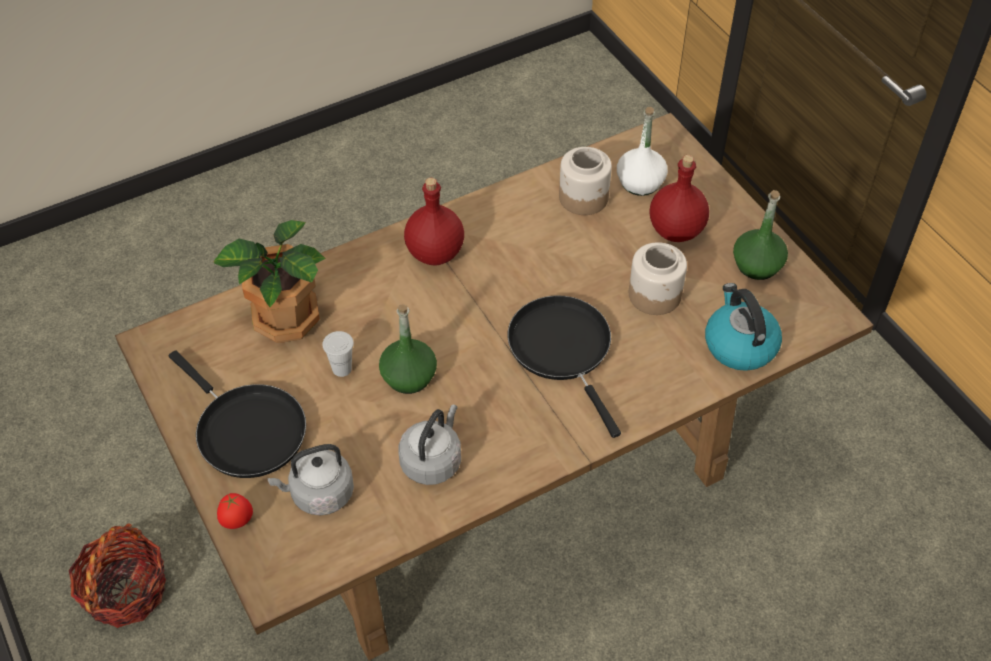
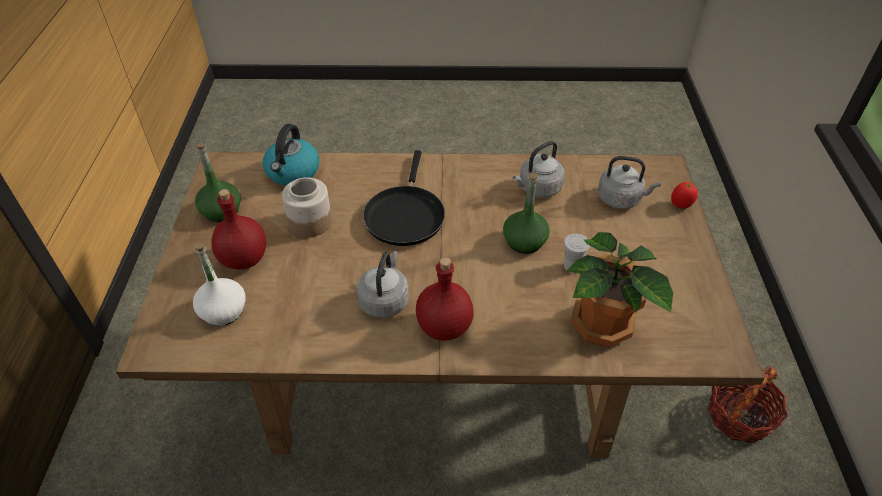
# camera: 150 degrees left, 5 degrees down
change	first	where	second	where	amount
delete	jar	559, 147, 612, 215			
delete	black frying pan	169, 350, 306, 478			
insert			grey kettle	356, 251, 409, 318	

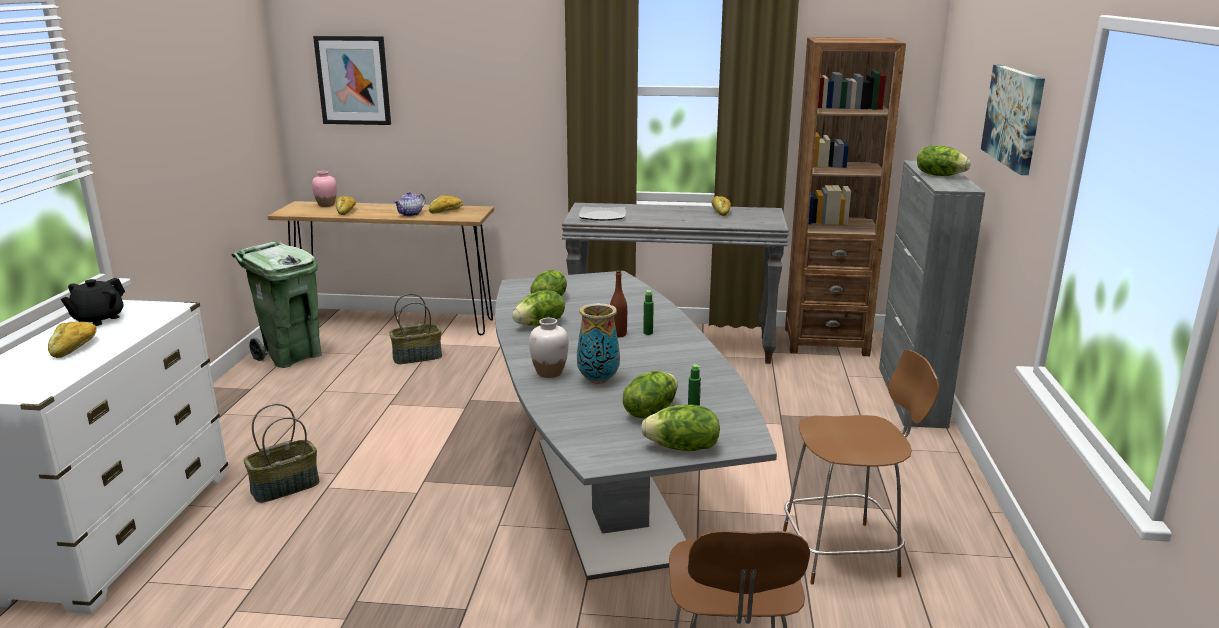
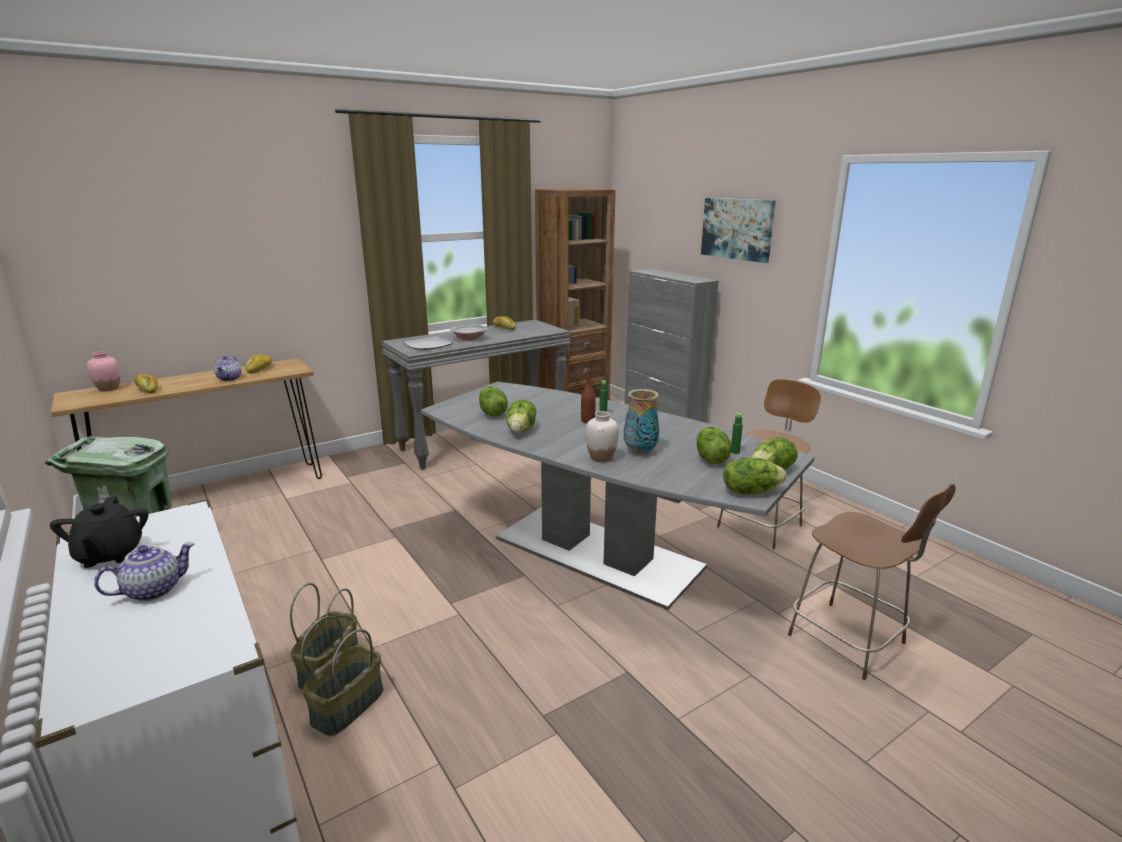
# camera: 40 degrees left, 0 degrees up
change	first	where	second	where	amount
delete	picture	313, 36, 391, 125			
move	lettuce	917, 145, 971, 176		723, 457, 786, 495	
move	basket	389, 293, 442, 364		301, 616, 383, 736	
replace	bread	48, 322, 97, 358	teapot	94, 542, 194, 601	
insert			bowl	451, 325, 487, 341	

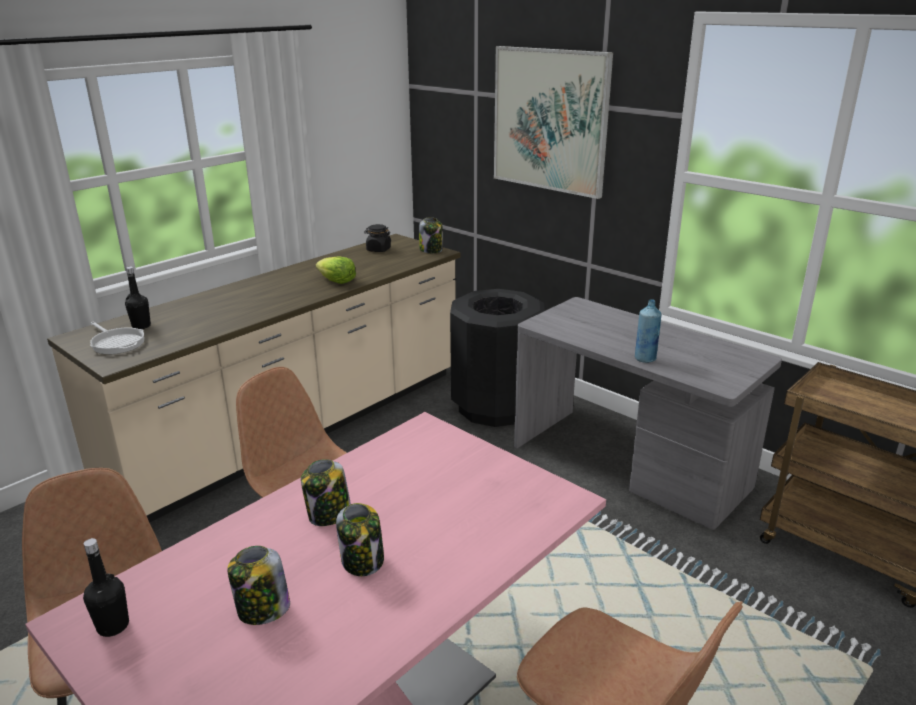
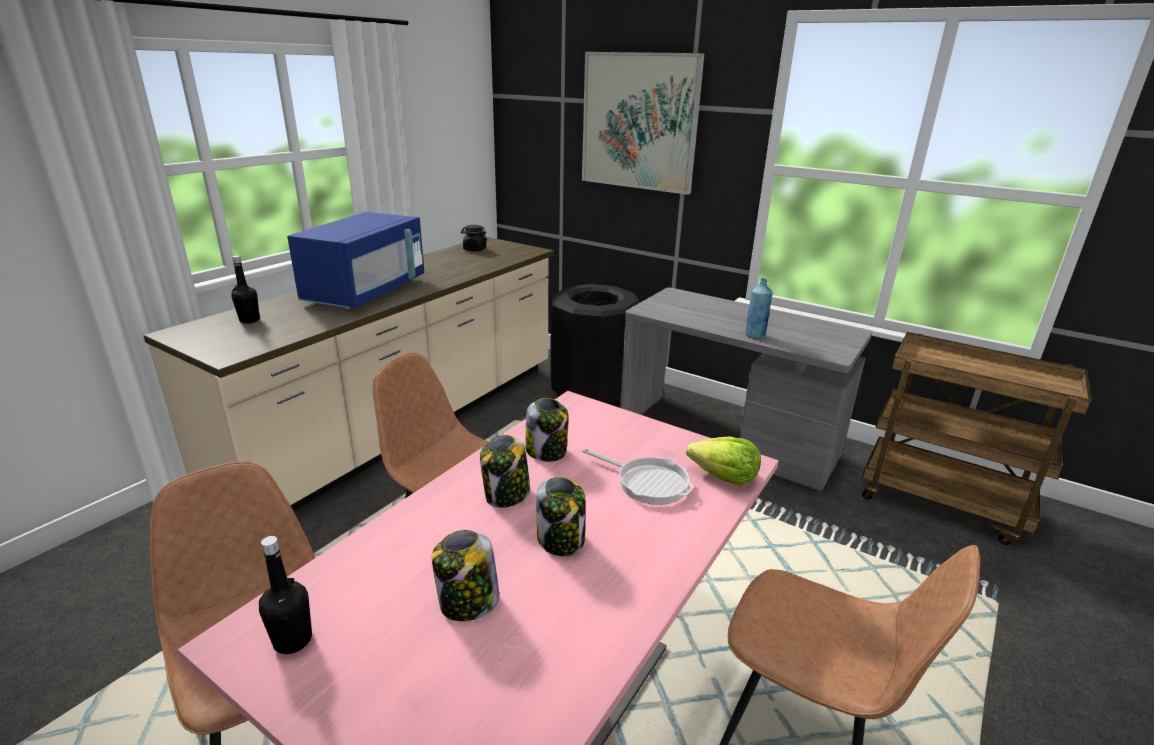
# camera: 10 degrees left, 0 degrees up
change	first	where	second	where	amount
move	jar	419, 218, 443, 253		526, 398, 569, 462	
move	lettuce	316, 256, 356, 284		686, 437, 761, 485	
move	frying pan	90, 322, 144, 354		582, 449, 694, 505	
insert			blue microwave	287, 212, 424, 309	

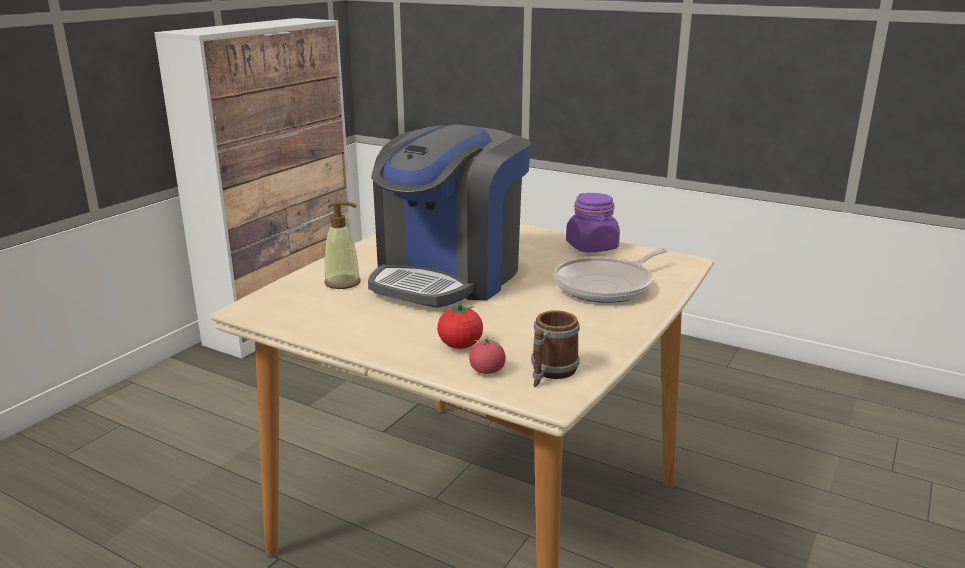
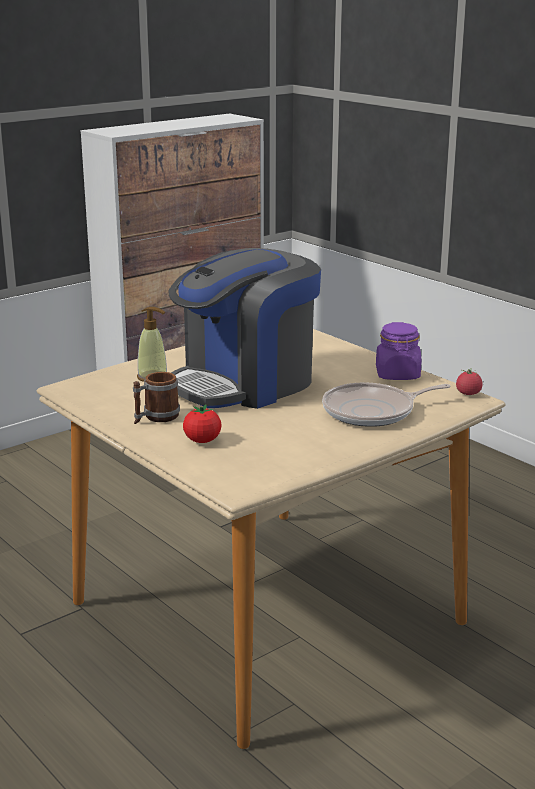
# camera: 20 degrees right, 0 degrees up
change	first	where	second	where	amount
move	mug	531, 311, 580, 387		133, 372, 180, 424	
move	tomato	469, 335, 506, 374		456, 368, 482, 395	

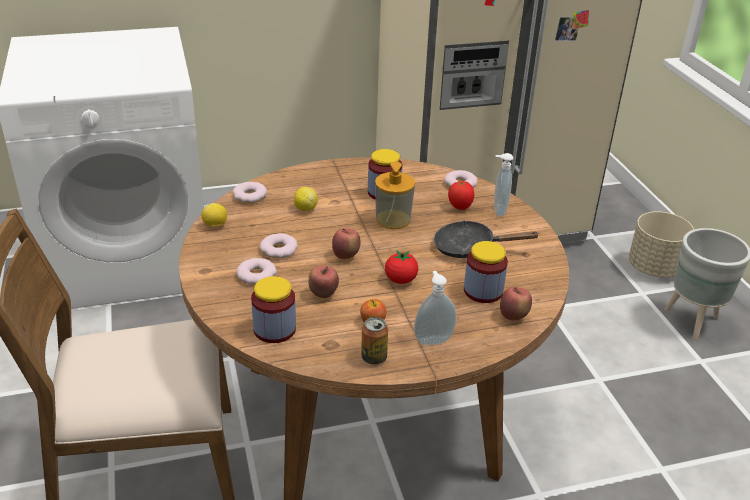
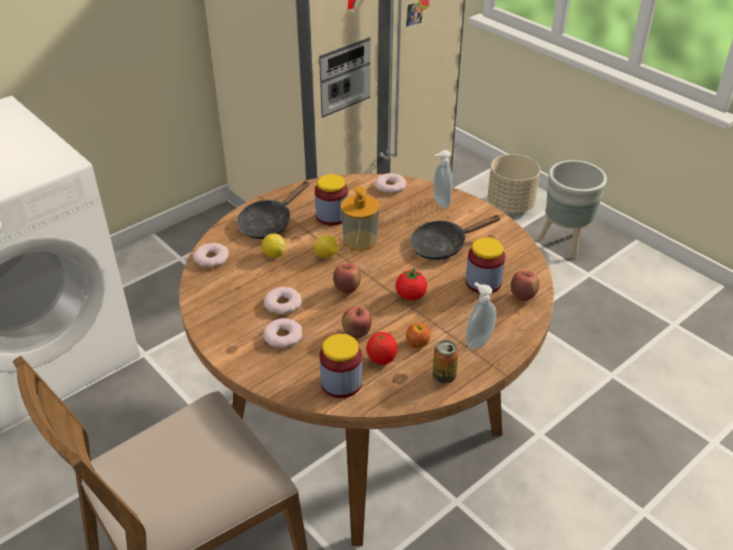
# camera: 25 degrees left, 5 degrees up
change	first	where	second	where	amount
move	tomato	448, 181, 474, 210		366, 332, 397, 365	
move	lemon	202, 203, 227, 227		314, 235, 338, 259	
insert			black frying pan	237, 181, 310, 239	

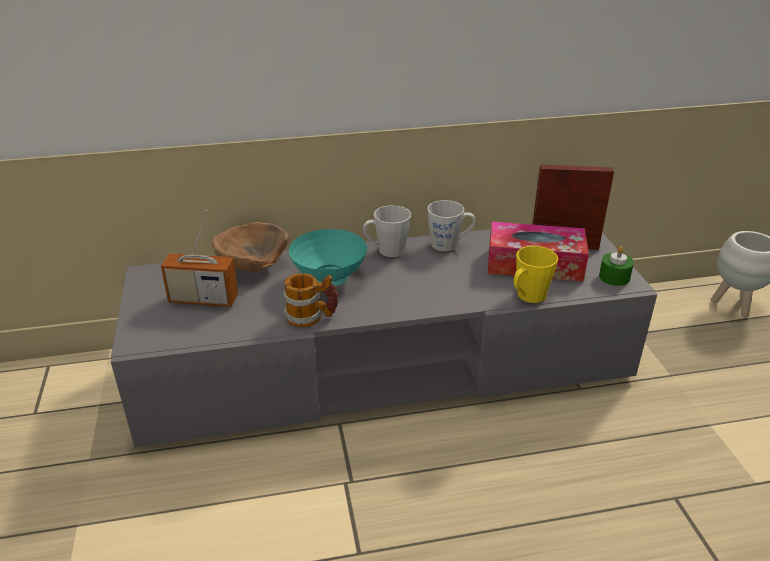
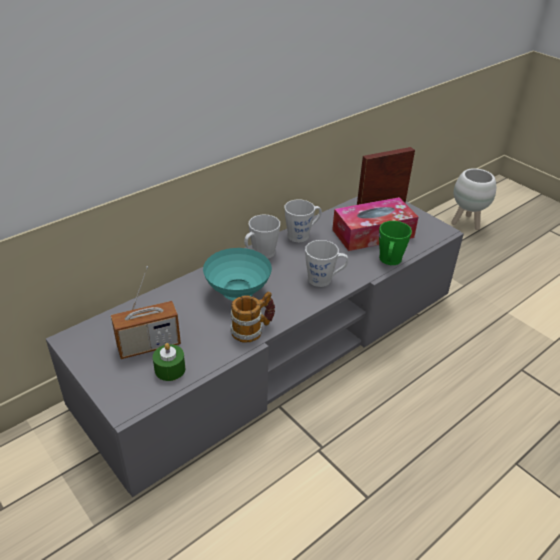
# camera: 30 degrees left, 5 degrees up
change	first	where	second	where	amount
delete	brown bowl	212, 222, 289, 272			
recolor	yellow mug	514, 246, 558, 303	green mug	379, 221, 412, 265	
move	green candle	599, 246, 634, 286		153, 343, 185, 381	
insert			grey mug	305, 240, 348, 287	

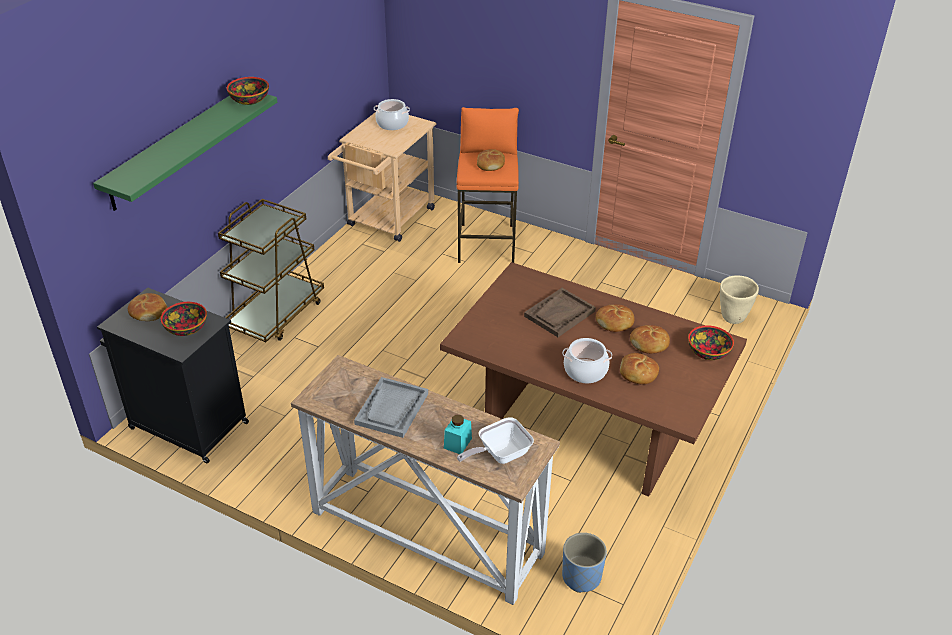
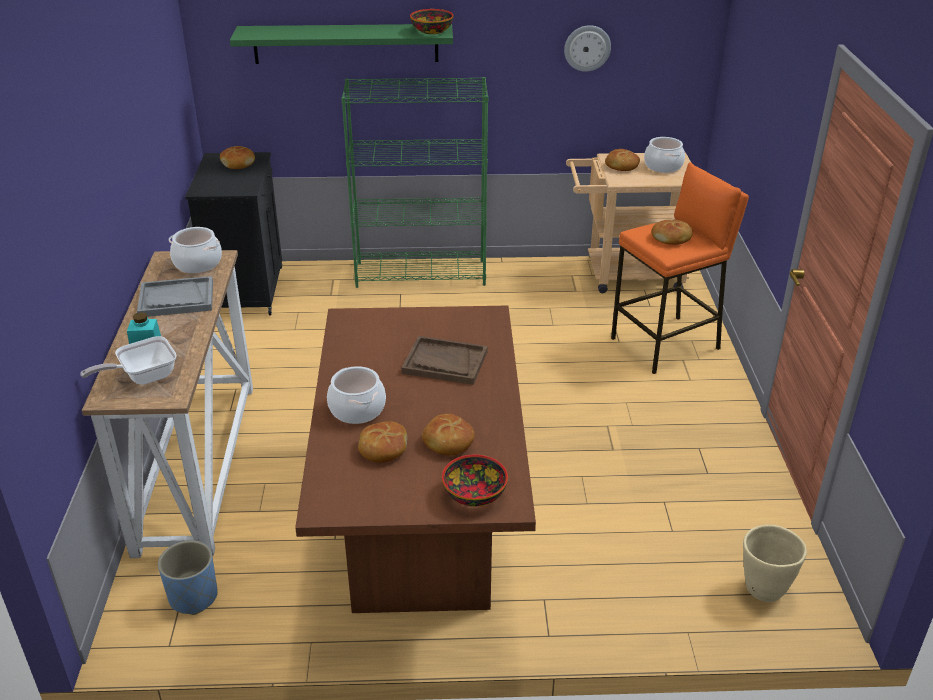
# camera: 60 degrees right, 5 degrees down
change	first	where	second	where	amount
replace	brown cart	218, 199, 324, 342	green bookcase	341, 77, 488, 288	
delete	bowl	161, 302, 207, 336			
move	bread	596, 304, 634, 332		605, 149, 640, 171	
rotate	frying pan	457, 417, 534, 464		80, 336, 177, 385	60 degrees counterclockwise
insert			wall clock	564, 25, 611, 72	
insert			cooking pot	169, 227, 222, 273	

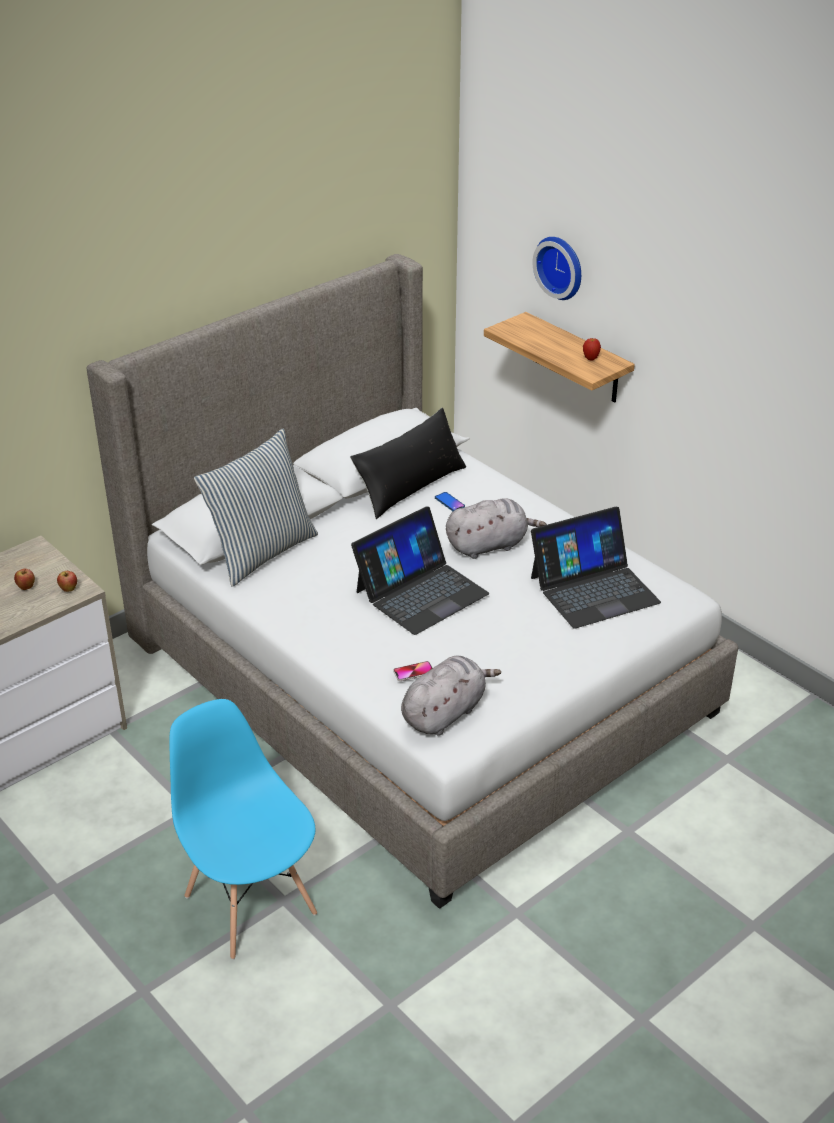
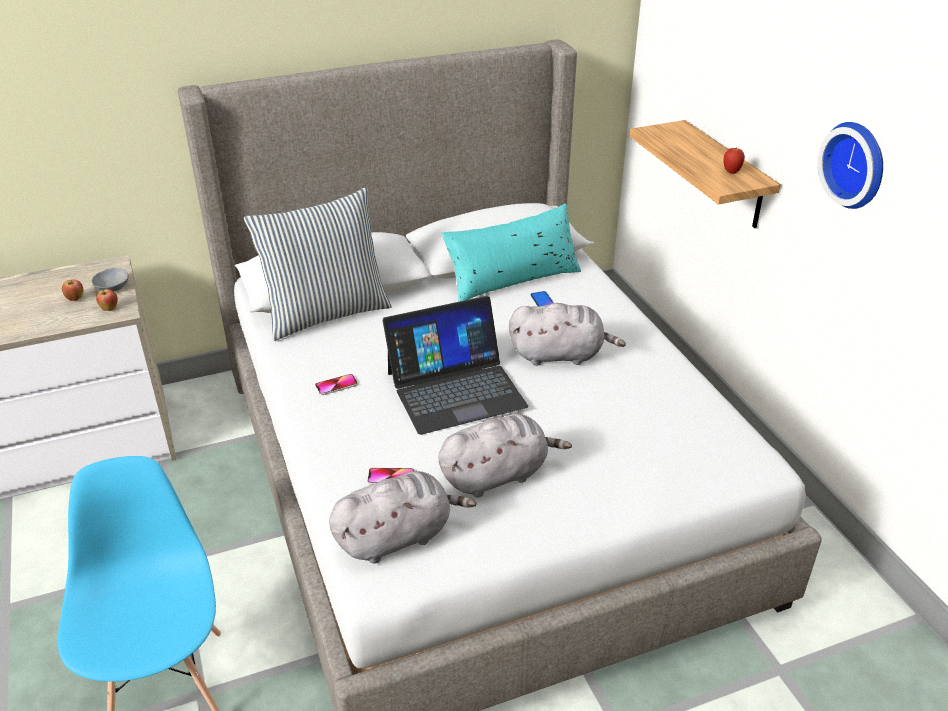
# camera: 20 degrees right, 0 degrees up
change	first	where	second	where	amount
move	wall clock	533, 237, 581, 300		818, 122, 883, 209	
recolor	black pillow	350, 408, 466, 519	turquoise pillow	442, 204, 581, 302	
delete	laptop	531, 507, 661, 629			
insert			grey bowl	92, 268, 128, 291	
insert			phone	315, 374, 358, 395	
insert			grey plush toy	438, 414, 572, 498	

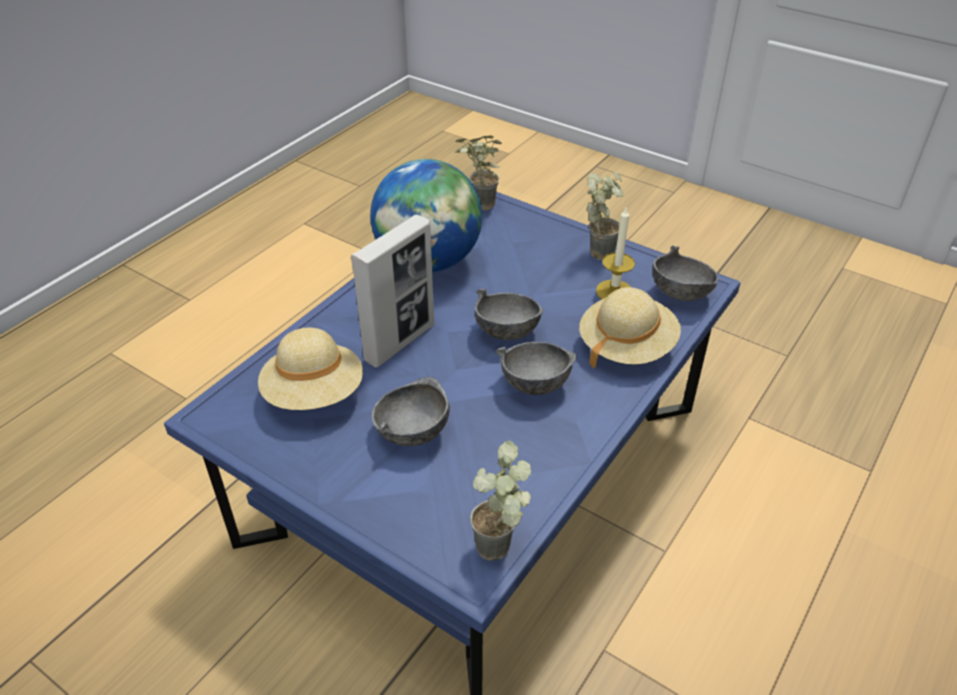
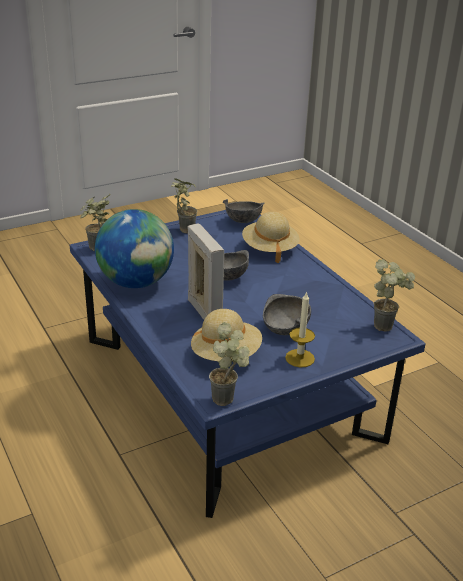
# camera: 65 degrees left, 10 degrees down
change	first	where	second	where	amount
move	candle	596, 206, 635, 299		285, 291, 315, 367	
delete	grey bowl	495, 342, 577, 395			
insert			potted plant	209, 322, 250, 406	

